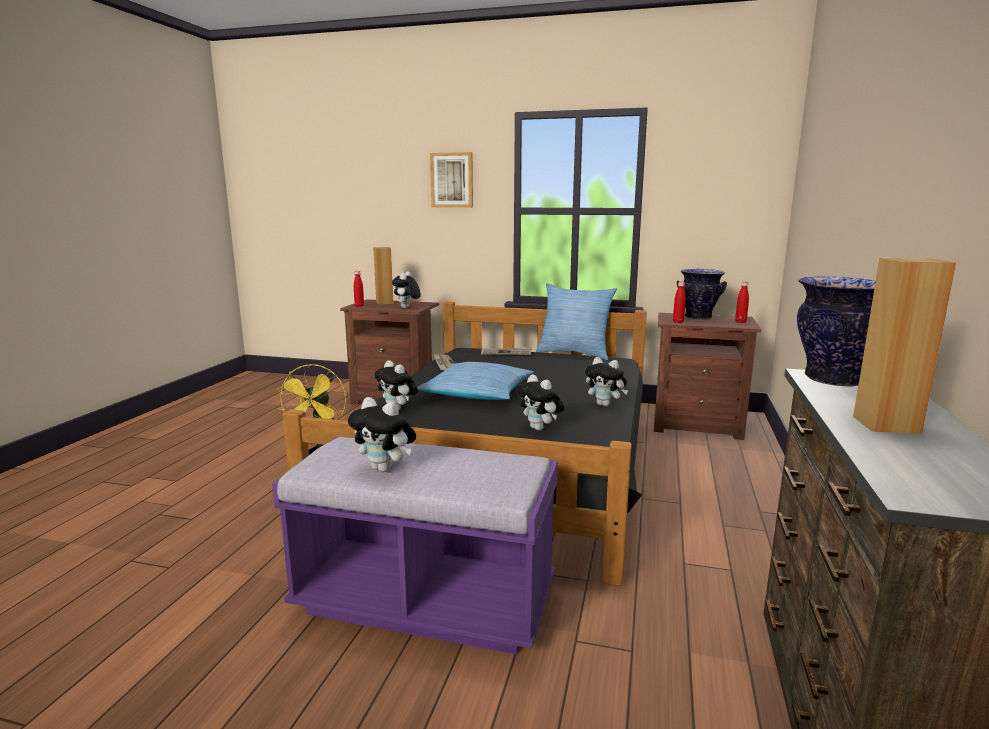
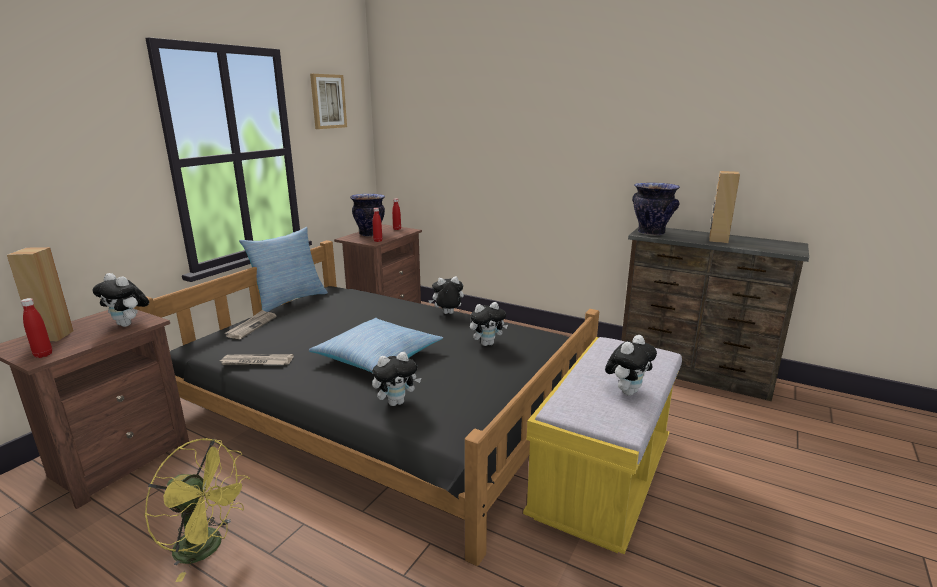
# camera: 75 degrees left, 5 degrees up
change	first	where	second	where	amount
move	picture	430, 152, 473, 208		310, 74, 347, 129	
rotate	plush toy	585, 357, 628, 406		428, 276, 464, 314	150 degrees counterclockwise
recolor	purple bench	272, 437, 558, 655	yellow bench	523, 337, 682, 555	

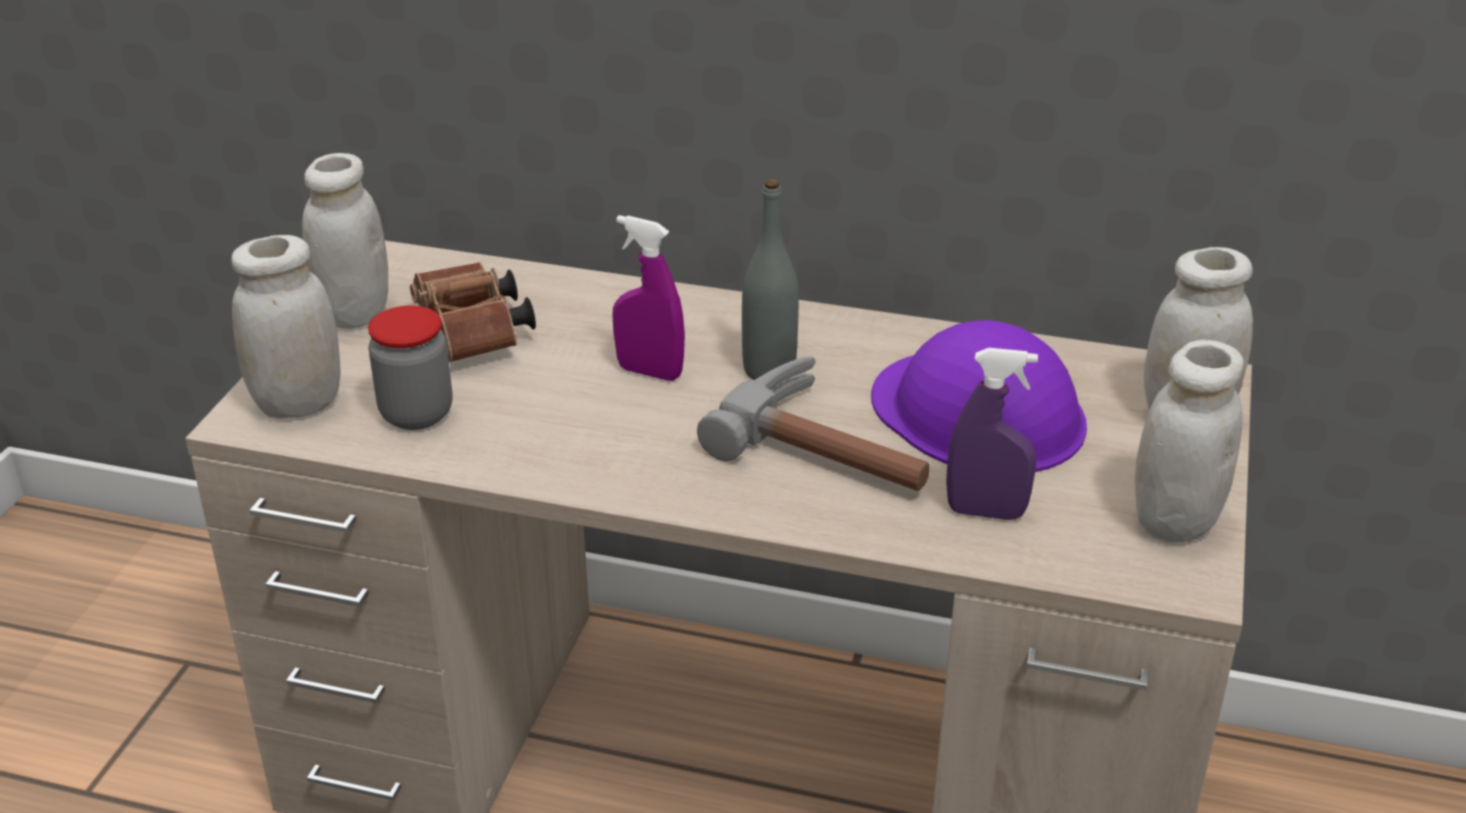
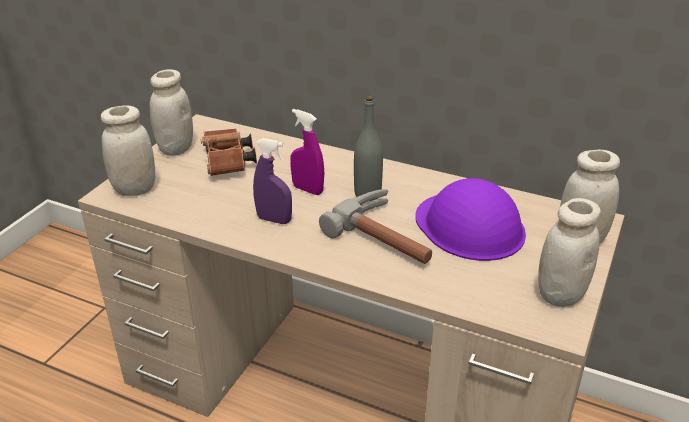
# camera: 10 degrees right, 0 degrees up
change	first	where	second	where	amount
delete	jar	368, 305, 452, 430			
move	purple spray bottle	946, 348, 1038, 520		253, 138, 292, 224	

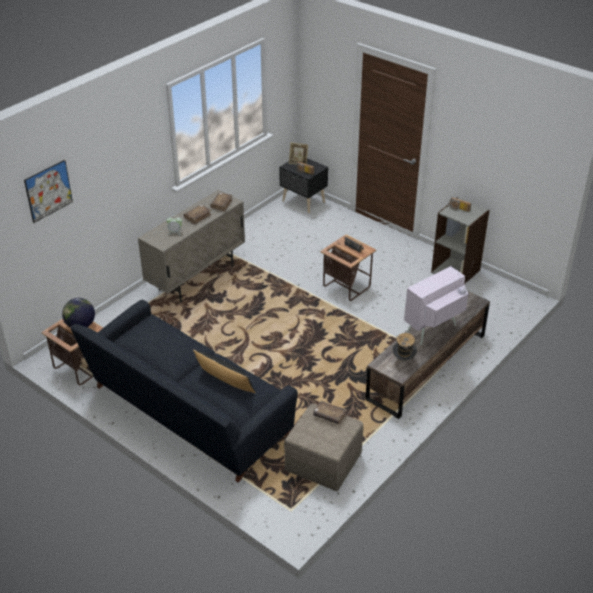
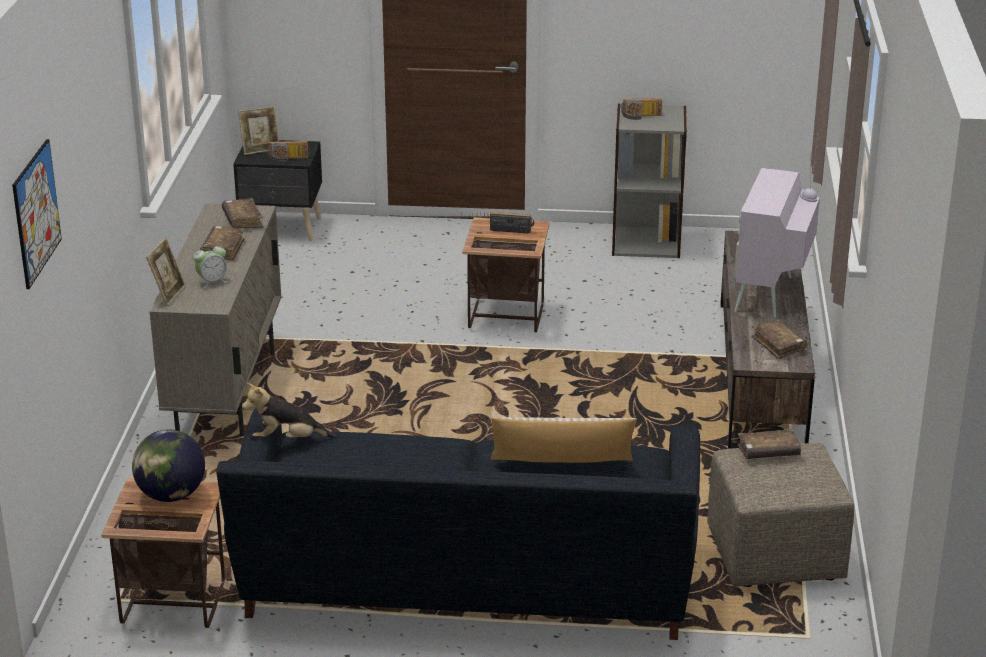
# camera: 35 degrees left, 10 degrees down
change	first	where	second	where	amount
replace	hat	393, 333, 417, 361	brown book	751, 319, 807, 360	
recolor	black pillow	193, 349, 256, 393	beige pillow	491, 417, 637, 463	
insert			picture frame	146, 237, 186, 306	
insert			plush toy	242, 383, 336, 438	

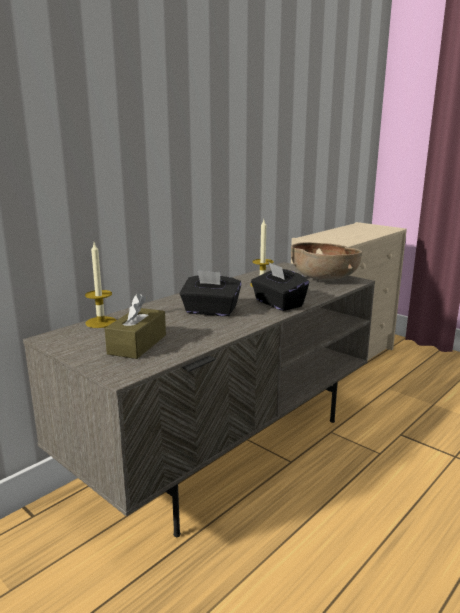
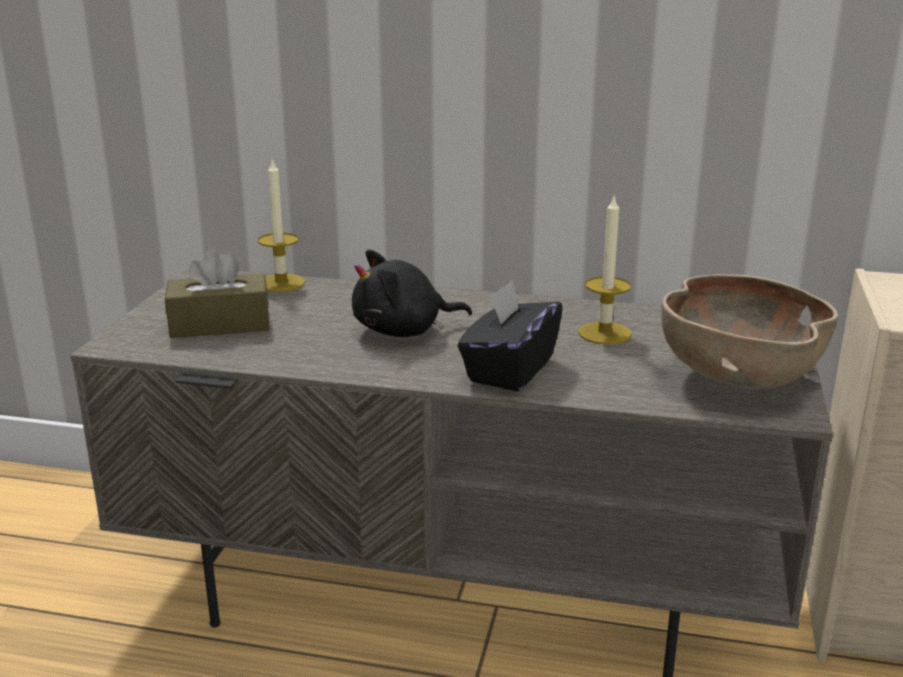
# camera: 60 degrees right, 5 degrees up
change	first	where	second	where	amount
replace	black tissue box	180, 270, 241, 316	black plush toy	352, 250, 472, 337	

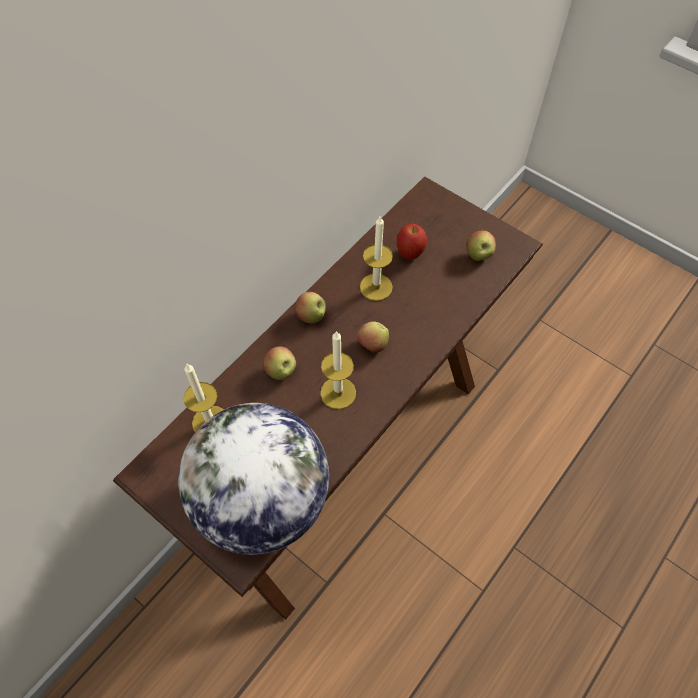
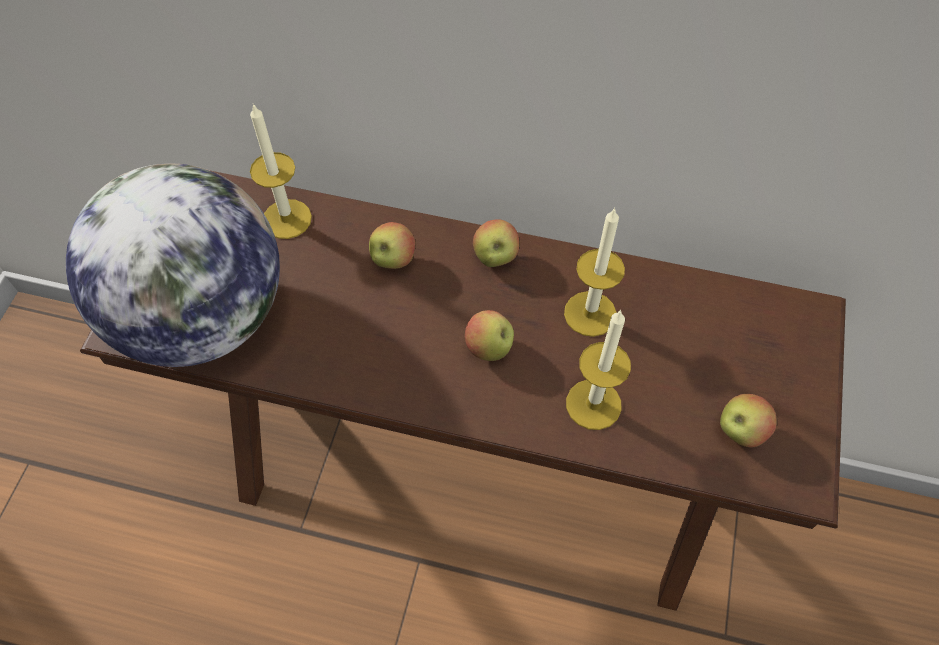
# camera: 65 degrees right, 0 degrees up
change	first	where	second	where	amount
delete	apple	397, 224, 427, 260			
move	candle	320, 331, 356, 409		566, 309, 631, 430	

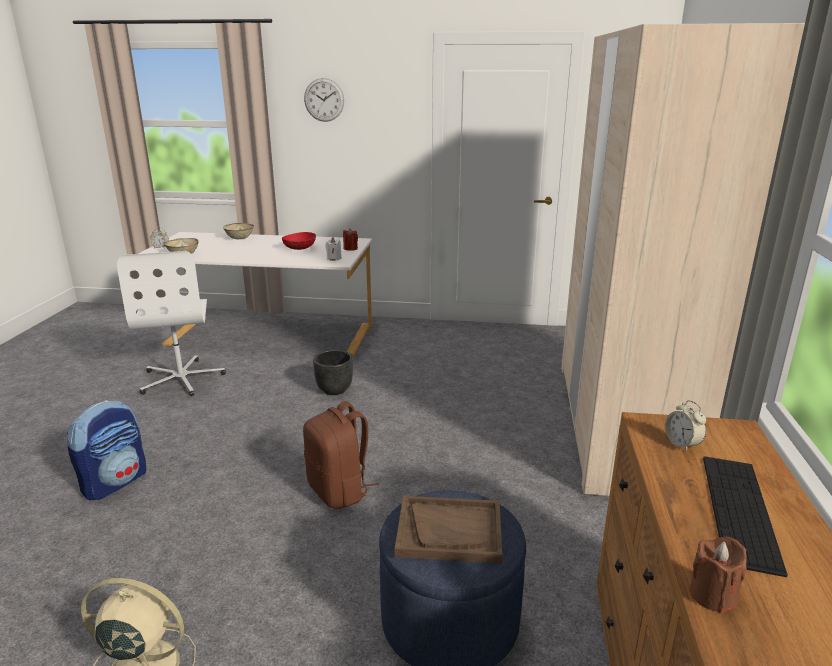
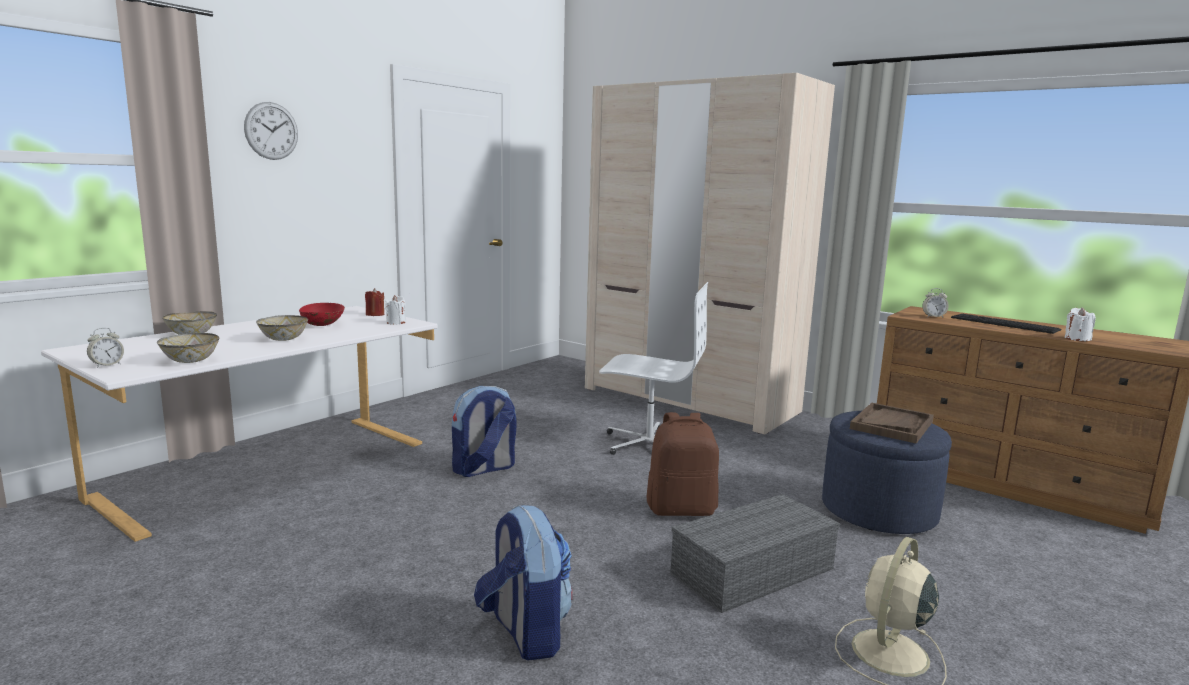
# camera: 60 degrees left, 10 degrees down
change	first	where	second	where	amount
move	white office chair	117, 251, 226, 396		599, 282, 708, 455	
replace	black planter	313, 350, 353, 395	backpack	452, 386, 516, 477	
recolor	brown candle	690, 537, 747, 614	white candle	1065, 307, 1096, 341	
insert			bowl	256, 315, 308, 341	
insert			grey storage box	670, 494, 840, 613	

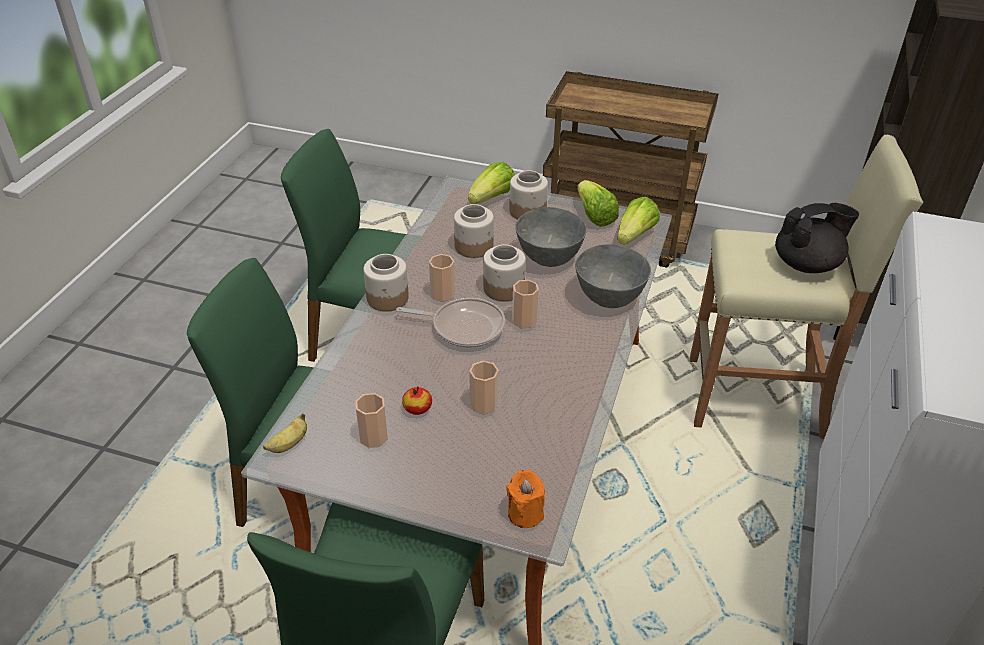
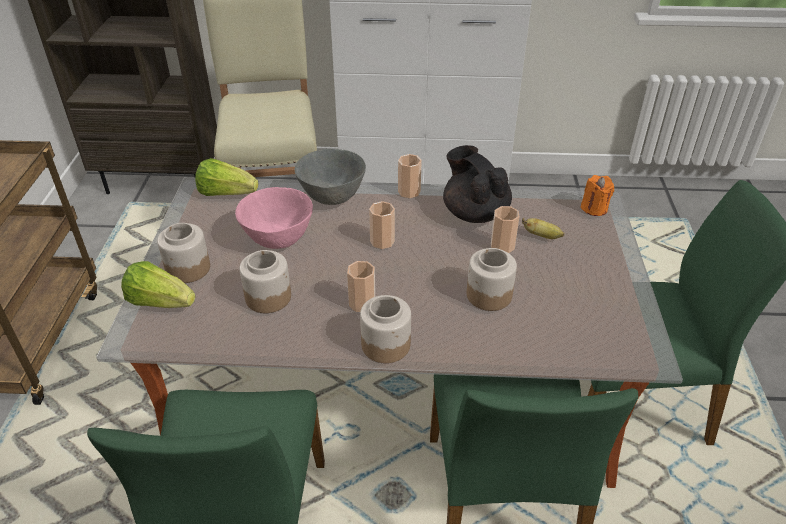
# camera: 105 degrees left, 0 degrees up
change	first	where	second	where	amount
delete	lettuce	577, 180, 619, 227			
move	black teapot	775, 203, 859, 273		443, 145, 512, 223	
recolor	grey bowl	515, 207, 587, 267	pink bowl	235, 187, 313, 249	
move	jar	483, 244, 526, 301		467, 248, 517, 311	
delete	frying pan	396, 298, 505, 348			
delete	apple	402, 386, 432, 415			
move	cup	355, 393, 388, 448		398, 154, 422, 198	
move	banana	263, 413, 307, 453		522, 218, 565, 239	

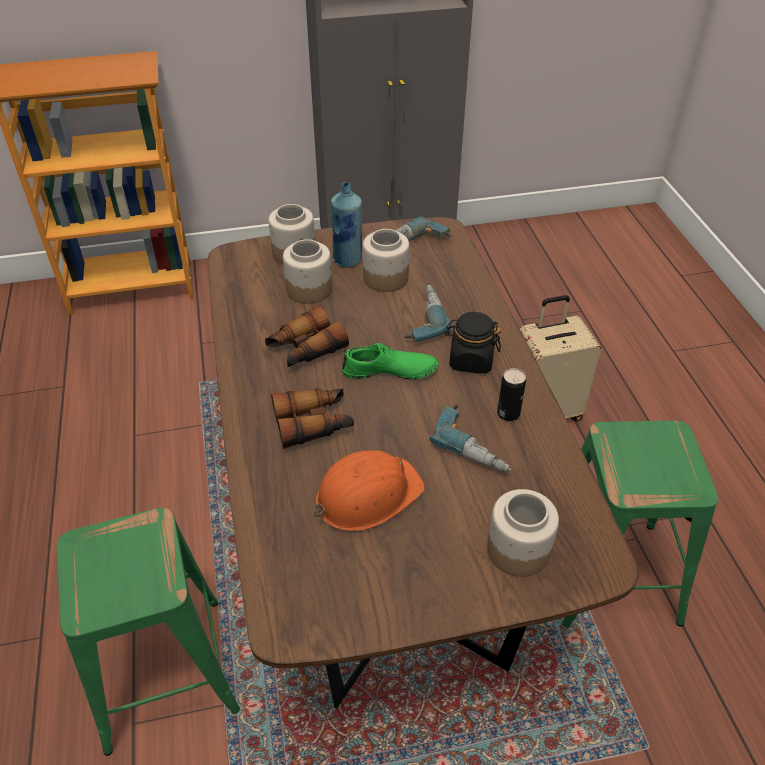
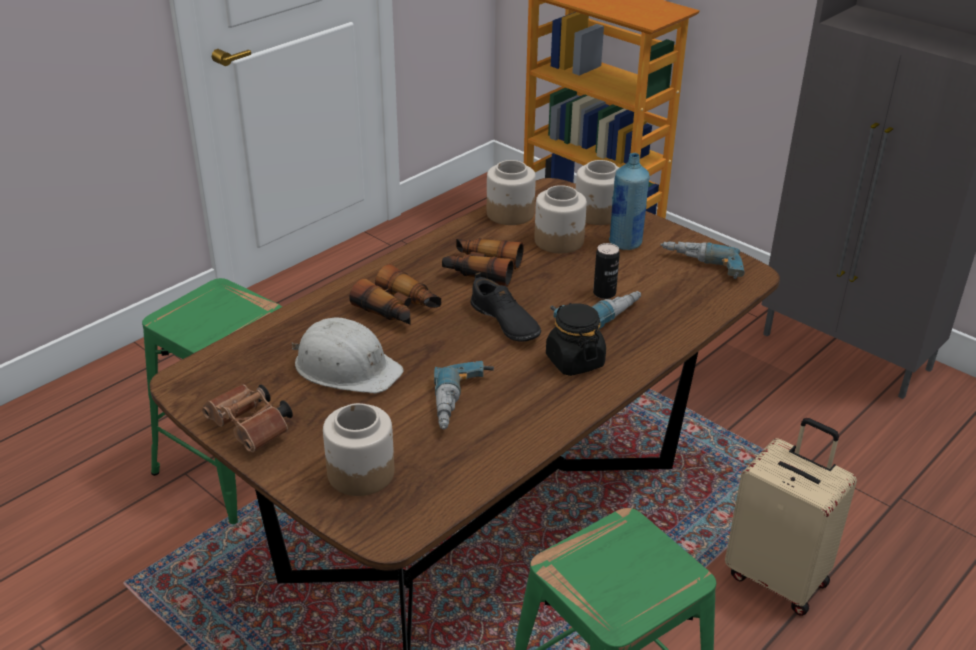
# camera: 55 degrees right, 10 degrees down
change	first	where	second	where	amount
move	jar	363, 229, 409, 292		487, 160, 536, 225	
recolor	green shoe	342, 343, 439, 379	black shoe	470, 272, 541, 342	
move	can	497, 368, 526, 421		593, 243, 620, 299	
recolor	orange hard hat	313, 450, 425, 532	white hard hat	291, 317, 404, 394	
insert			brown binoculars	202, 384, 293, 452	

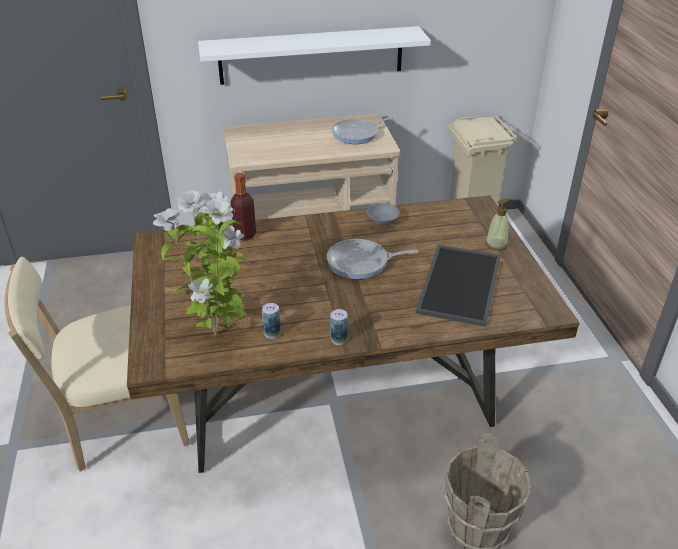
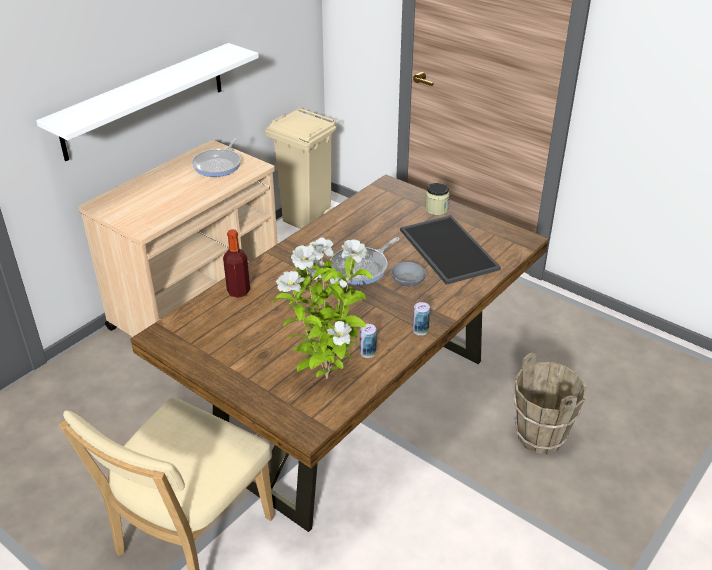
# camera: 40 degrees left, 0 degrees up
change	first	where	second	where	amount
replace	soap dispenser	486, 198, 513, 251	jar	425, 183, 450, 215	
move	grey bowl	367, 203, 400, 226		391, 262, 426, 286	

